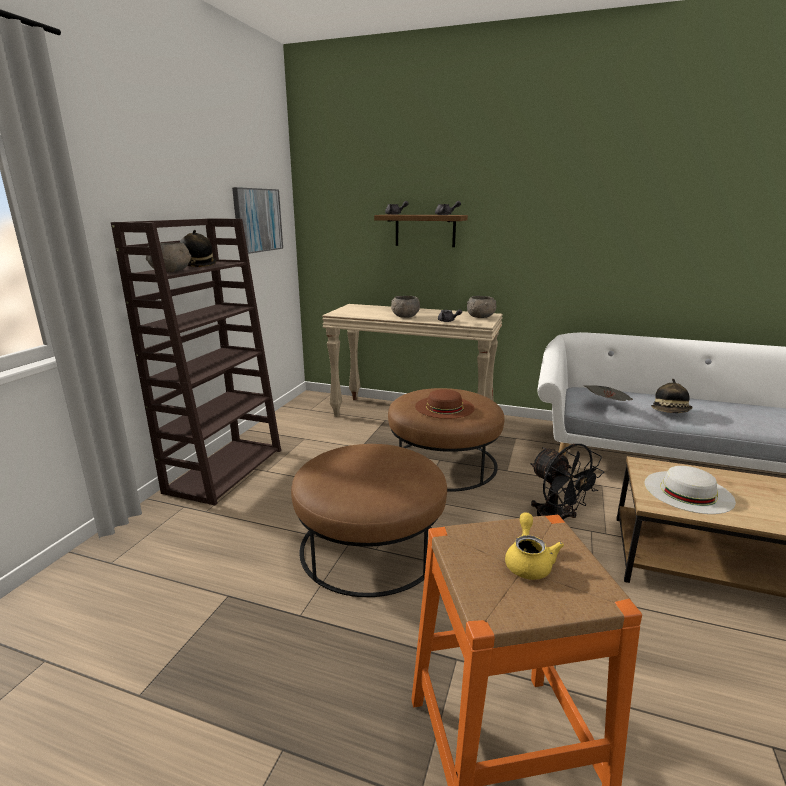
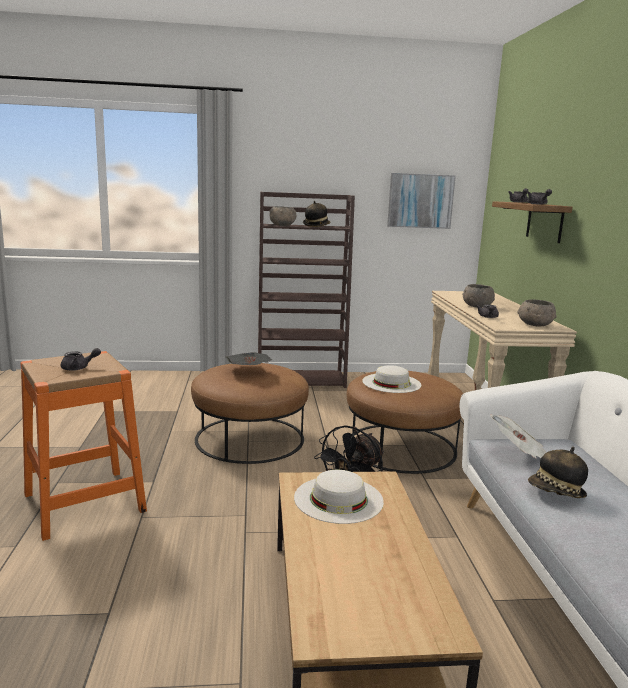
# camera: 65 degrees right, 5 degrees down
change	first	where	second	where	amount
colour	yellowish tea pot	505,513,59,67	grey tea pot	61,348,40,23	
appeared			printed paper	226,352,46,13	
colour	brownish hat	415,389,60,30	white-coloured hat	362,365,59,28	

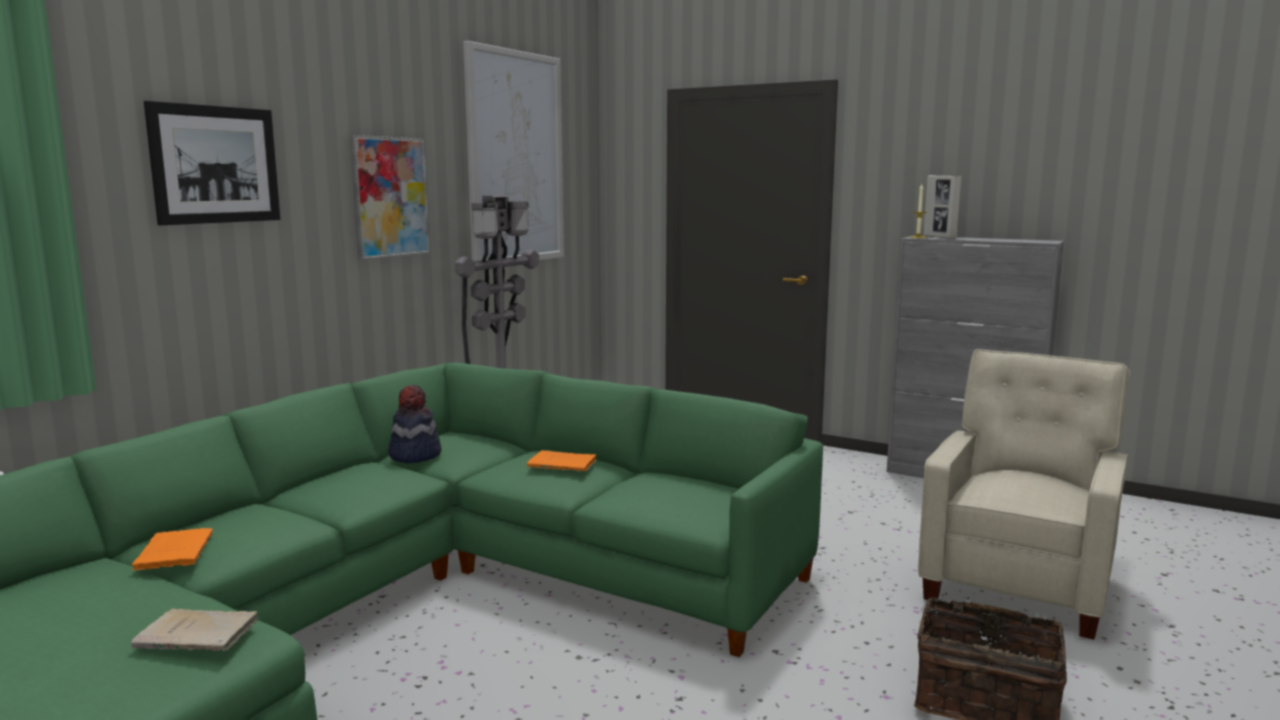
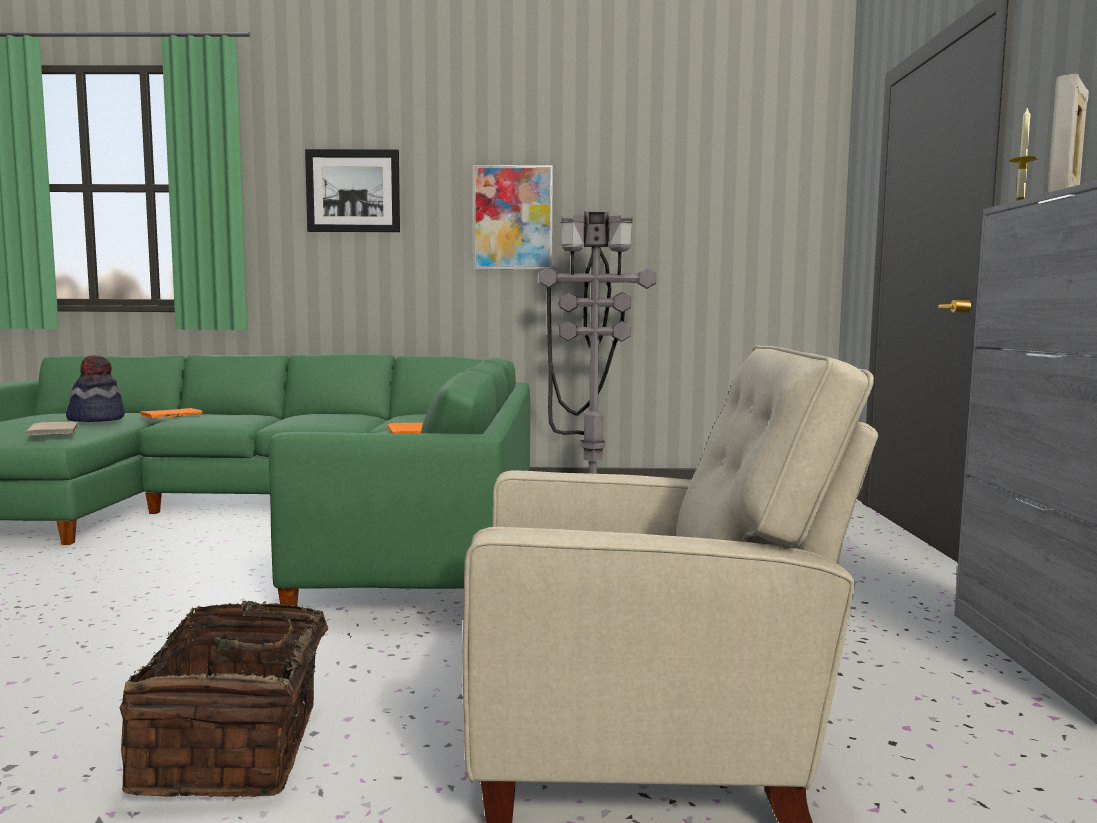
# camera: 60 degrees right, 5 degrees down
change	first	where	second	where	amount
relocated	hat	388,385,54,78		66,355,59,67	
missing	wall art	463,41,101,220			

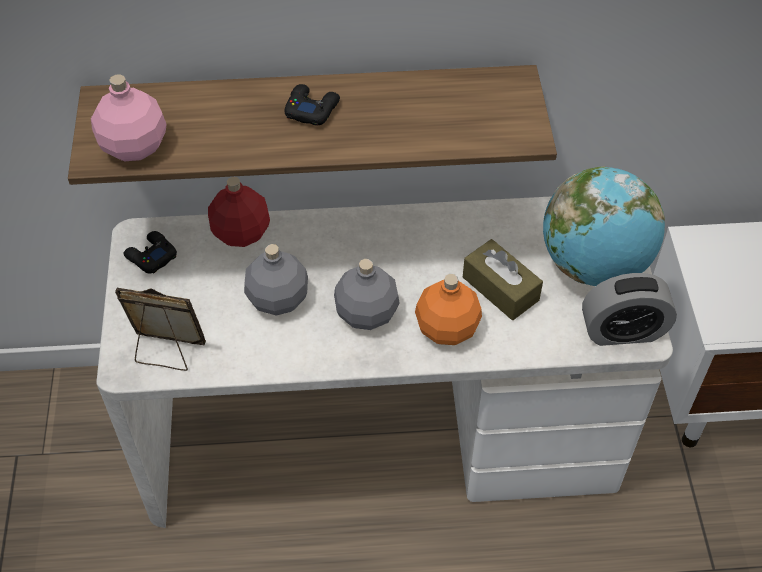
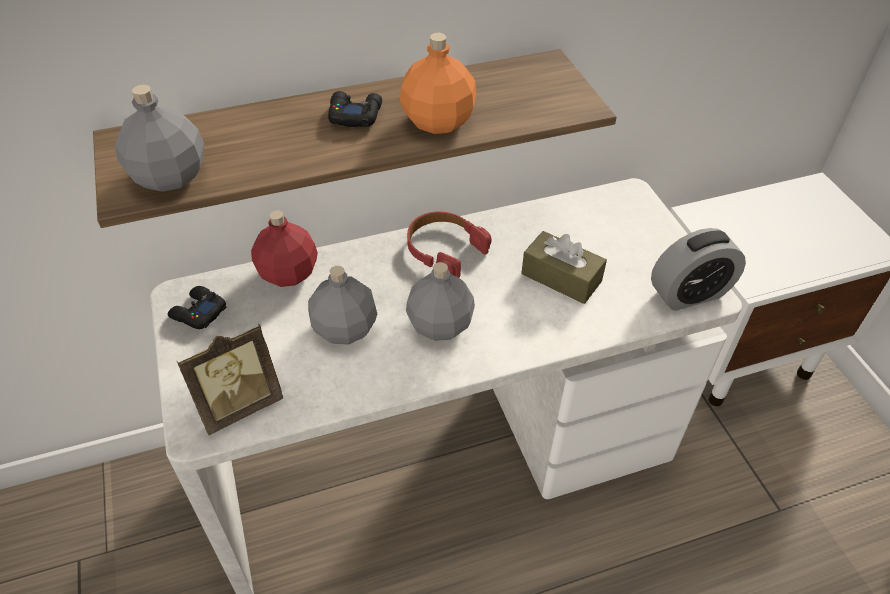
# camera: 15 degrees left, 5 degrees down
change	first	where	second	where	amount
colour	pink-coloured bottle	91,74,76,87	grey bottle	115,85,89,106	
spun	standing frame	115,288,91,83		176,323,107,112	150 degrees clockwise
relocated	orange bottle	415,274,67,71		400,33,76,101	
appeared			red-coloured pair of headphones	407,211,85,67	
missing	world globe	543,166,122,120			

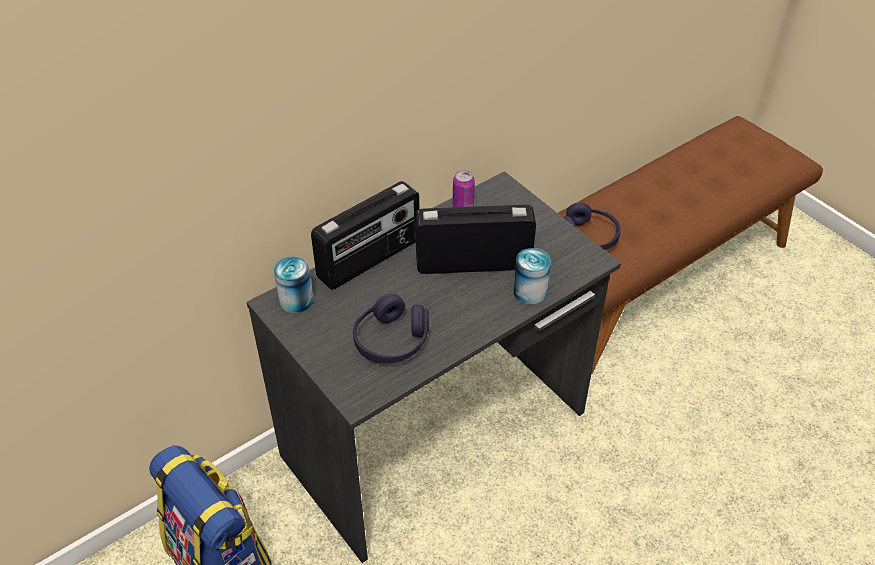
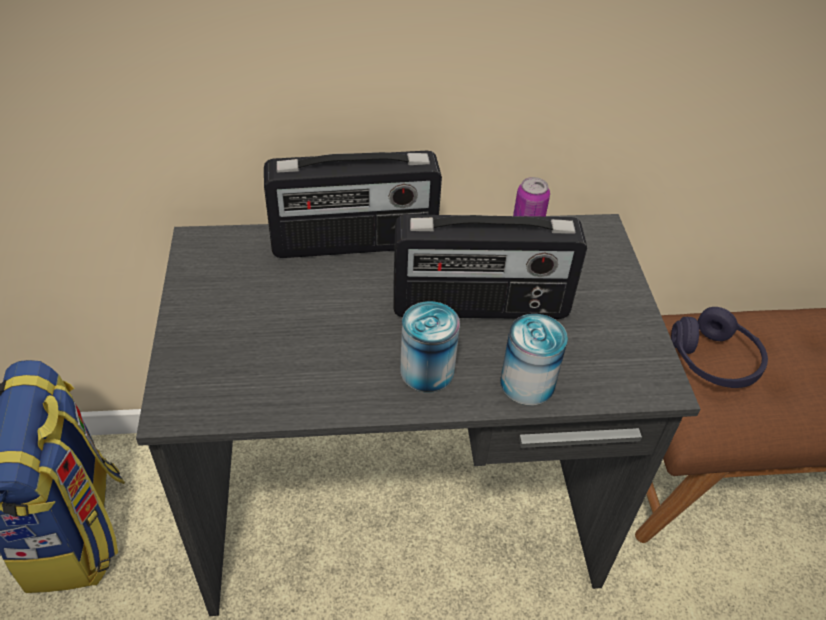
# camera: 30 degrees right, 0 degrees up
change	first	where	second	where	amount
spun	radio receiver	415,205,121,69		393,214,194,105	150 degrees clockwise
relocated	metal can	274,256,39,57		400,301,60,92	
missing	purple pair of headphones	353,294,76,70			

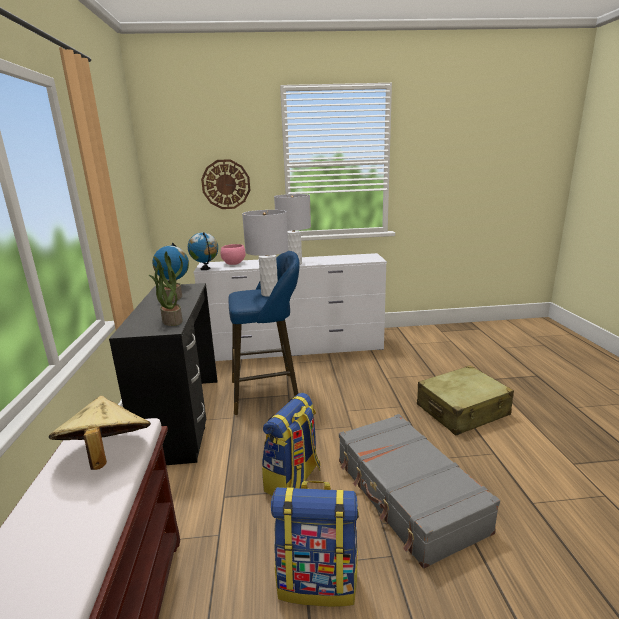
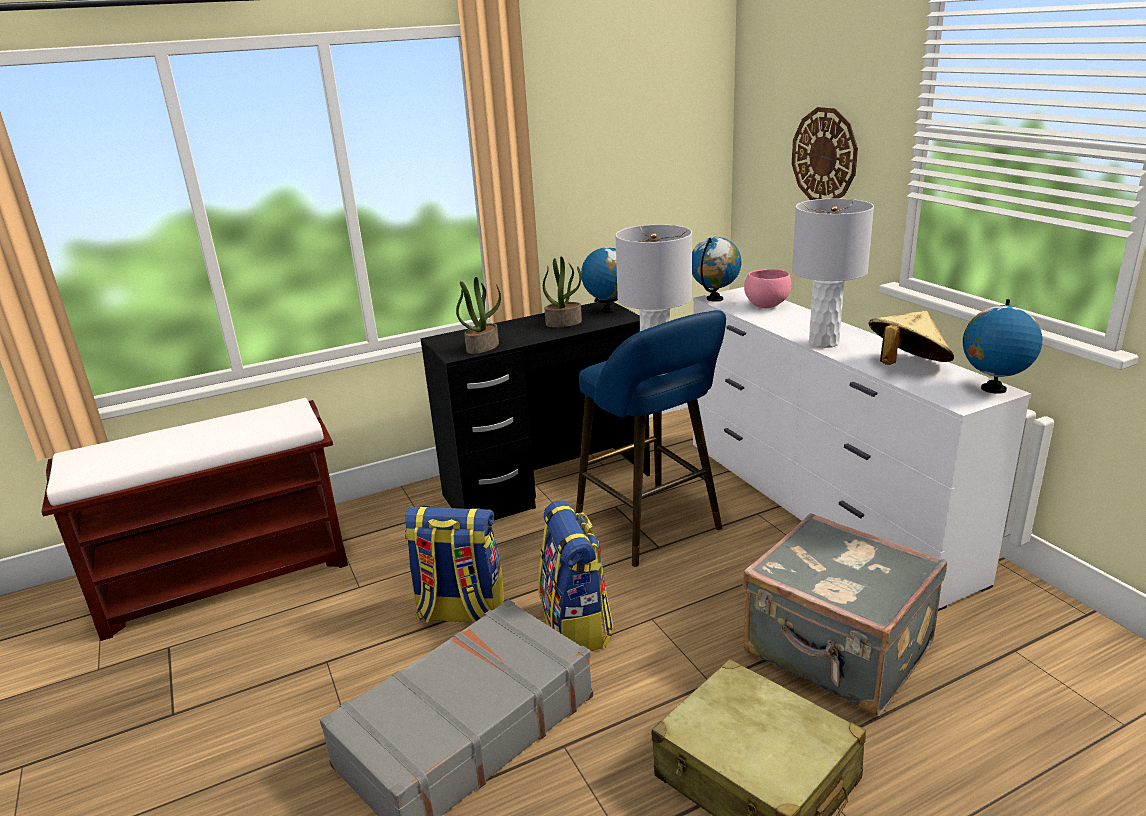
# camera: 70 degrees right, 5 degrees up
change	first	where	second	where	amount
relocated	knapsack	271,481,88,126		538,500,75,151	
appeared			grey suitcase	742,513,205,203	
relocated	sand-coloured hat	49,396,102,74		868,311,86,54	
appeared			world globe	963,299,79,95	

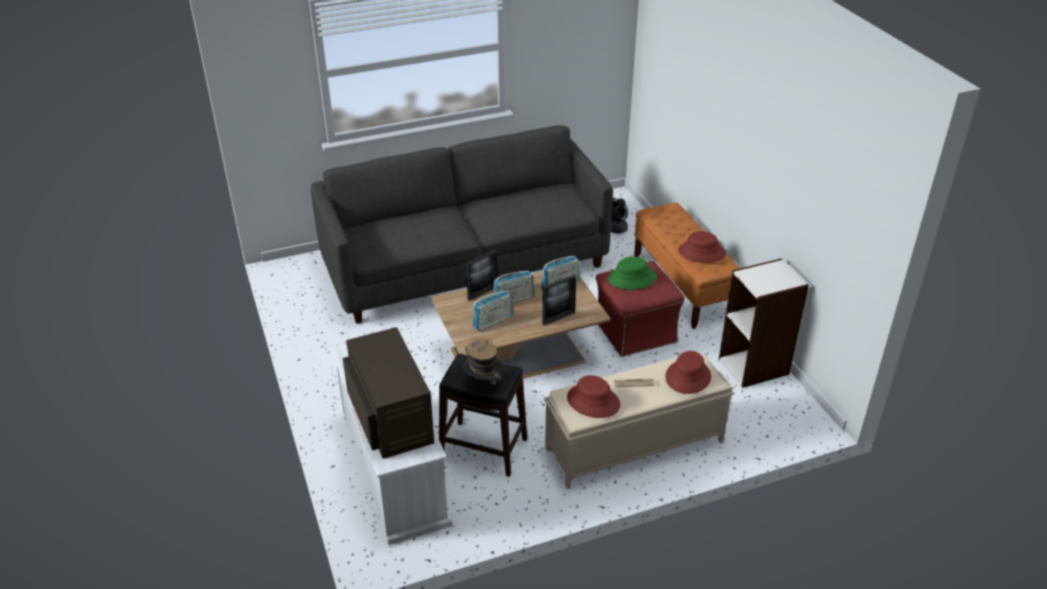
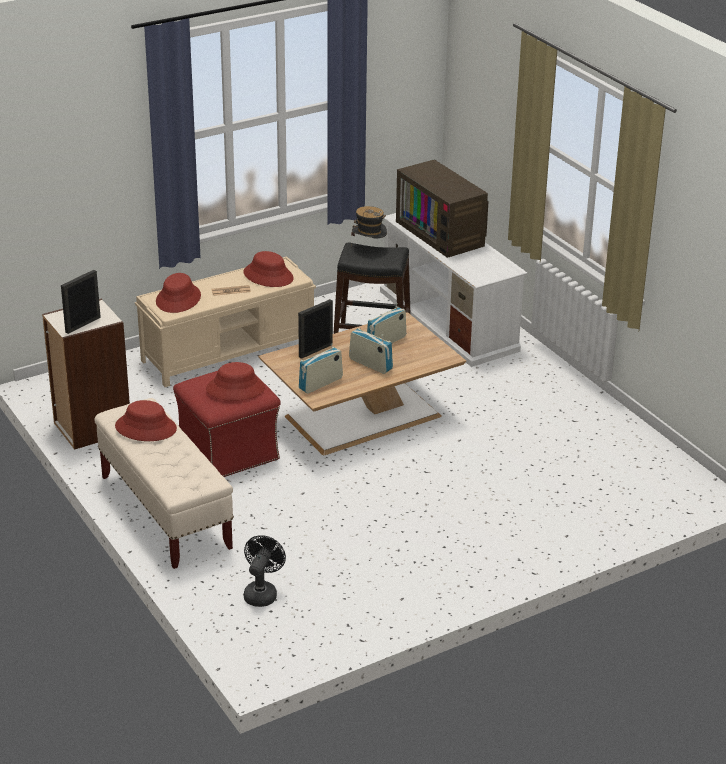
# camera: 170 degrees right, 5 degrees down
change	first	where	second	where	amount
relocated	standing frame	466,250,32,51		61,270,40,64	
colour	orange bench	634,203,106,126	sand-coloured bench	94,398,140,171	
colour	green-coloured hat	608,256,49,34	red-coloured hat	206,362,59,39	
spun	radio receiver	493,271,41,33		349,328,44,46	75 degrees clockwise
missing	grey sofa	311,125,302,199			

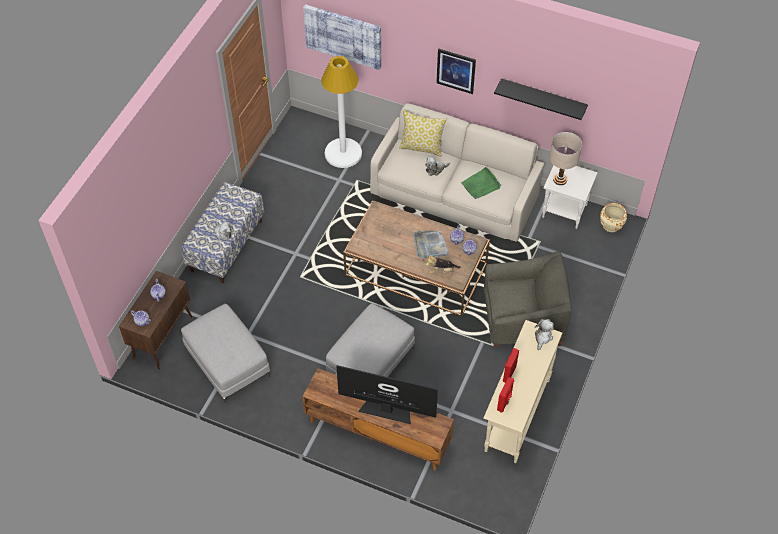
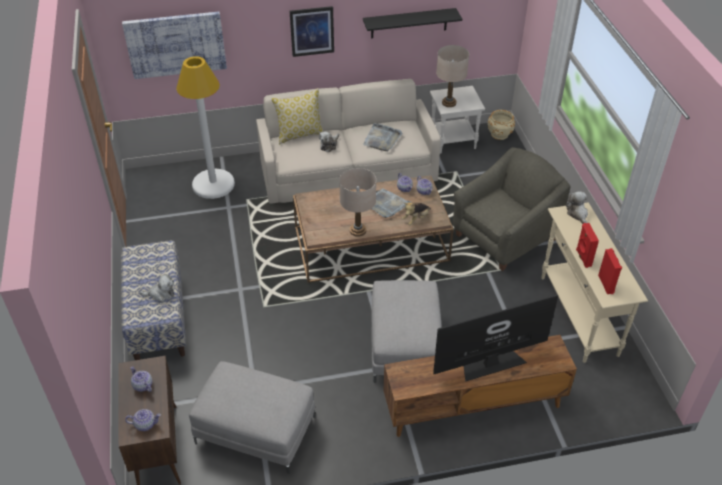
# camera: 35 degrees left, 10 degrees down
change	first	where	second	where	amount
appeared			sand-coloured table lamp	339,168,37,69	
colour	green-coloured carrying tray	461,167,40,32	grey carrying tray	363,123,39,28	

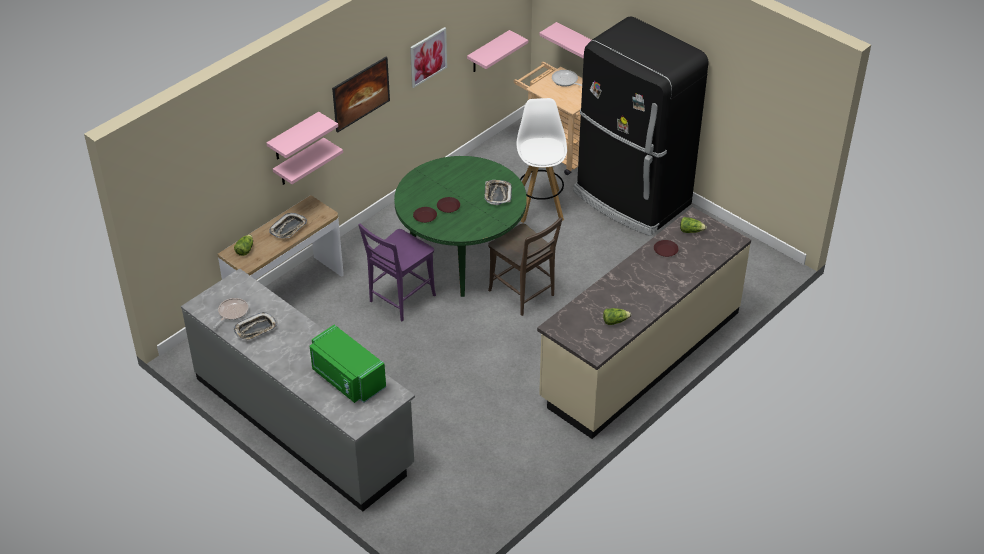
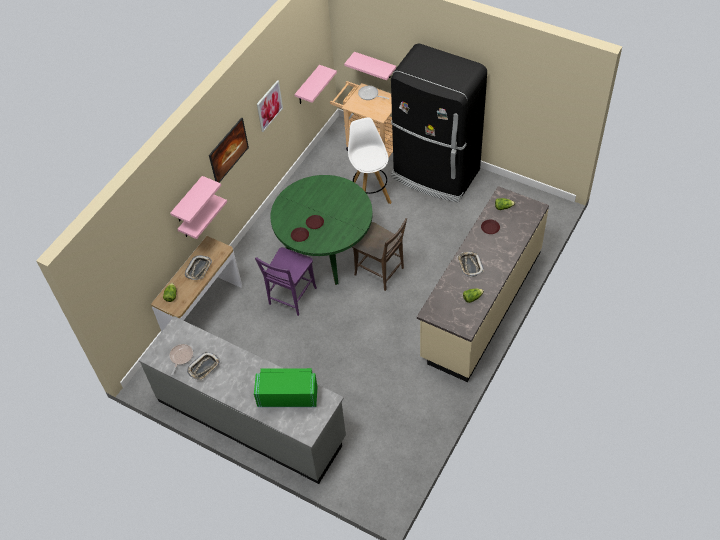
# camera: 10 degrees left, 10 degrees up
change	first	where	second	where	amount
spun	green-coloured microwave	310,325,76,78		254,368,64,39	150 degrees clockwise
relocated	carrying tray	484,180,28,25		457,252,27,25	

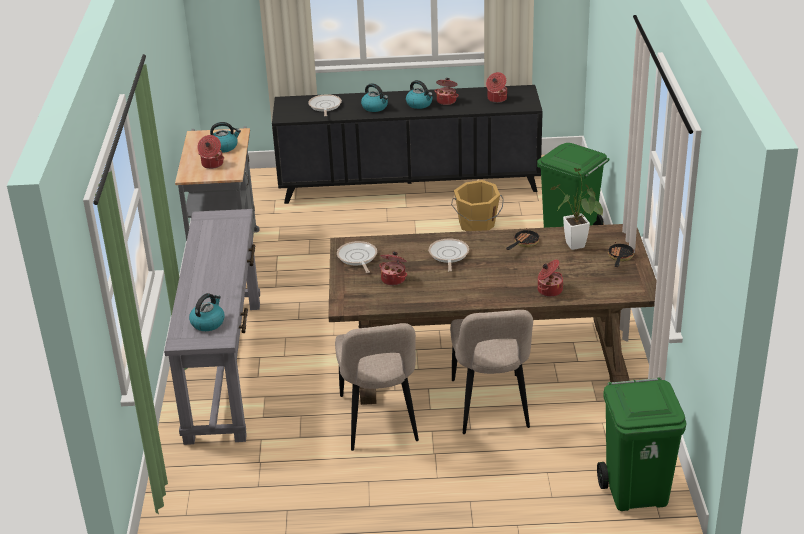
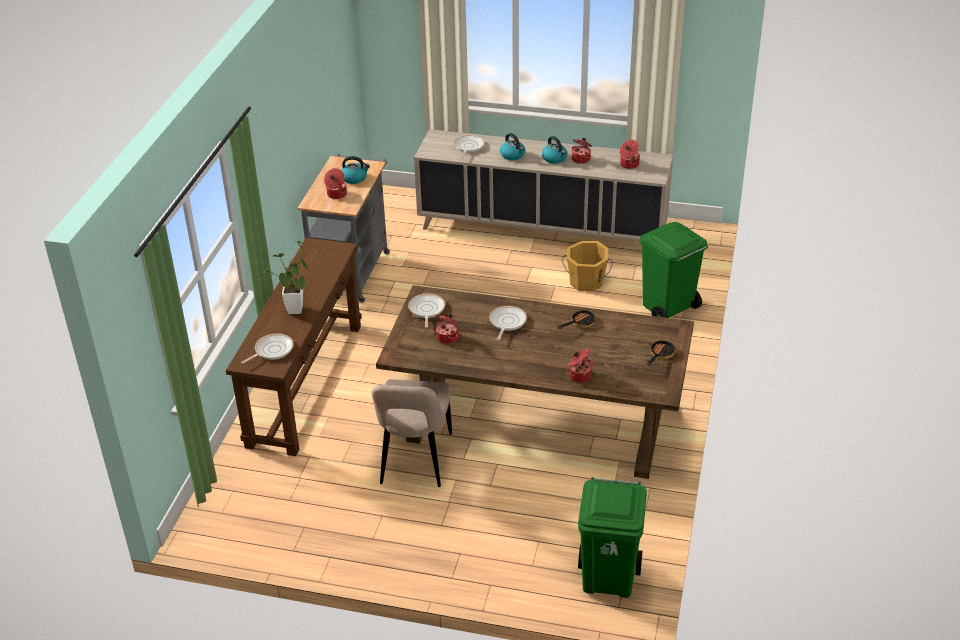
# camera: 15 degrees right, 5 degrees up
change	first	where	second	where	amount
colour	grey hall table	164,209,96,236	brownish hall table	226,238,136,218	
exchanged	tea kettle	189,293,36,38	pan	241,333,53,31	
relocated	plant in a pot	551,168,52,82		256,241,53,73	
colour	black cupboard	272,85,271,119	sand-coloured cupboard	414,129,259,112	
missing	sand-coloured upright chair	450,310,83,124			

